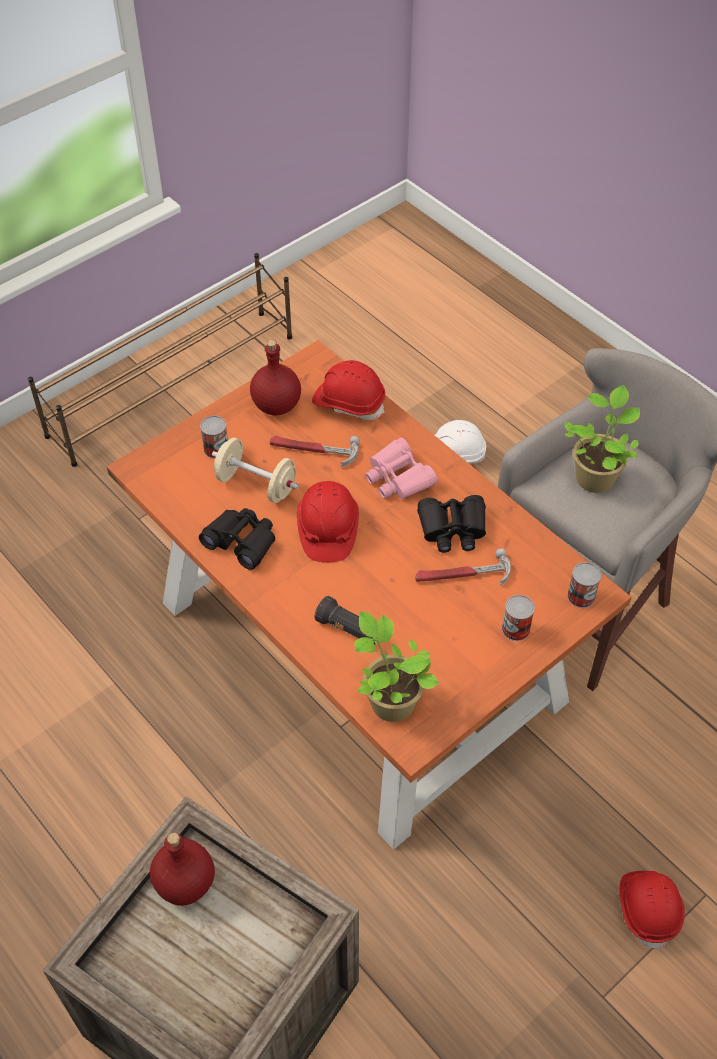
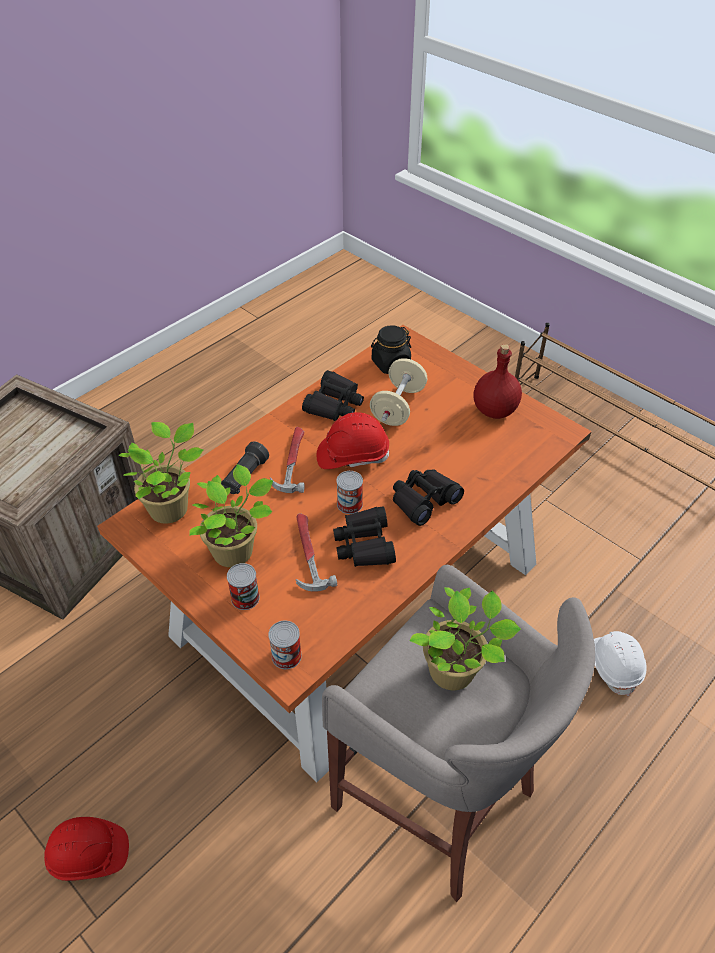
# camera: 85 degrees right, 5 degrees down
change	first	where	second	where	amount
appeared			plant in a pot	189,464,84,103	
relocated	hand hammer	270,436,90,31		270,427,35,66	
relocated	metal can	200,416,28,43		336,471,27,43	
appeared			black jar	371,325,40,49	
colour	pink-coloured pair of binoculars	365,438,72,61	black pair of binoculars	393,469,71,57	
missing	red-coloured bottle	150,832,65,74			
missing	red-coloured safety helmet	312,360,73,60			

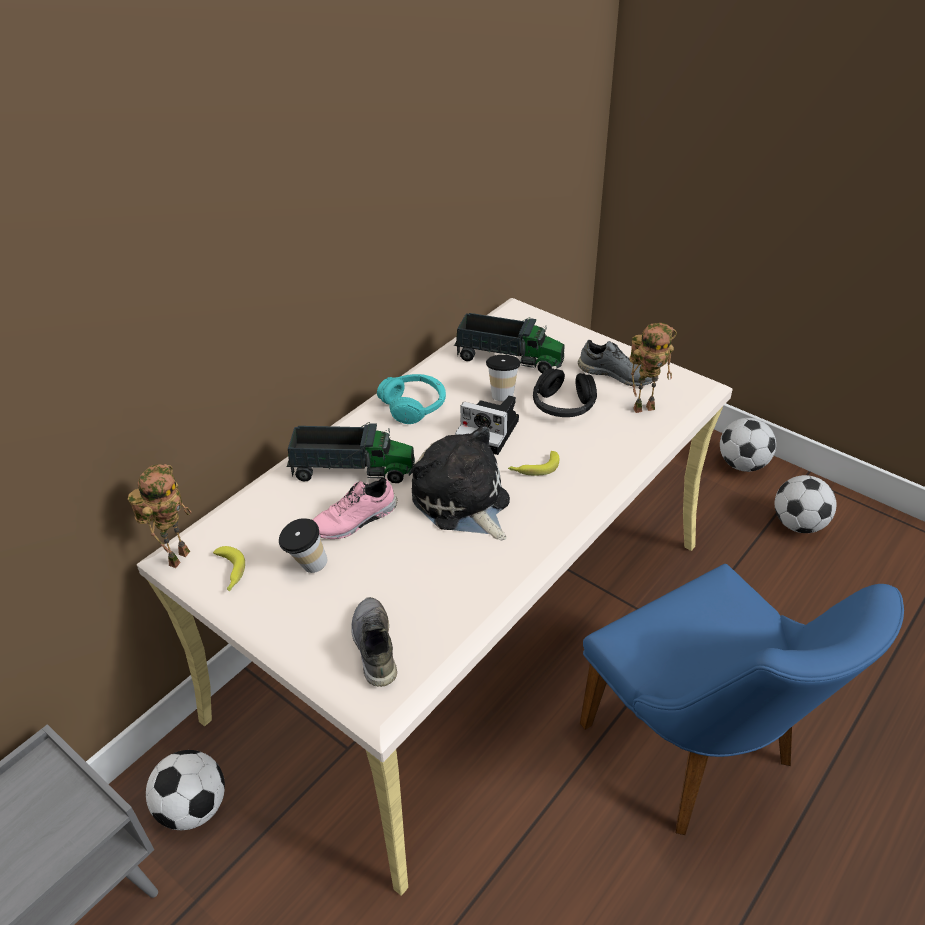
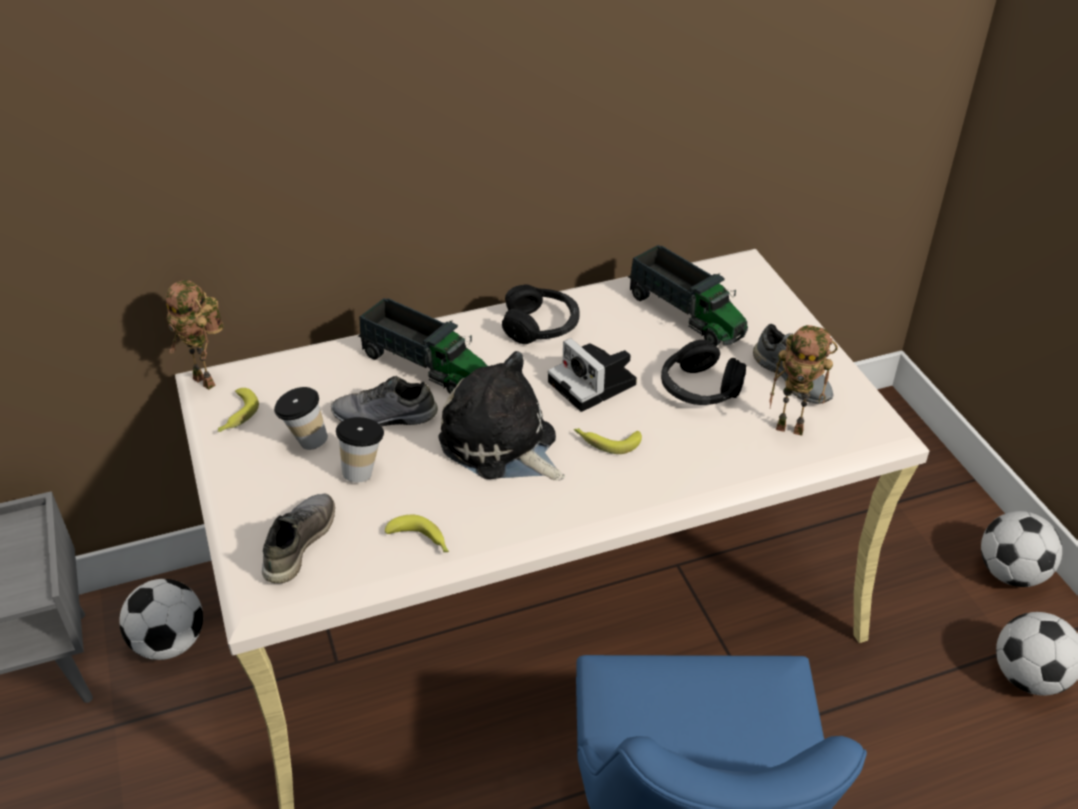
# camera: 30 degrees right, 0 degrees up
change	first	where	second	where	amount
spun	model robot	128,464,63,104		165,280,58,110	75 degrees clockwise
colour	pink-coloured low shoe	313,477,84,62	grey low shoe	331,376,107,51	
relocated	small cup	486,355,35,46		336,417,48,65	
appeared			banana fruit	385,515,64,37	
spun	cuddly toy	412,425,98,115		439,351,126,129	45 degrees counterclockwise
colour	turquoise-coloured pair of headphones	377,374,69,50	black pair of headphones	502,284,78,60	

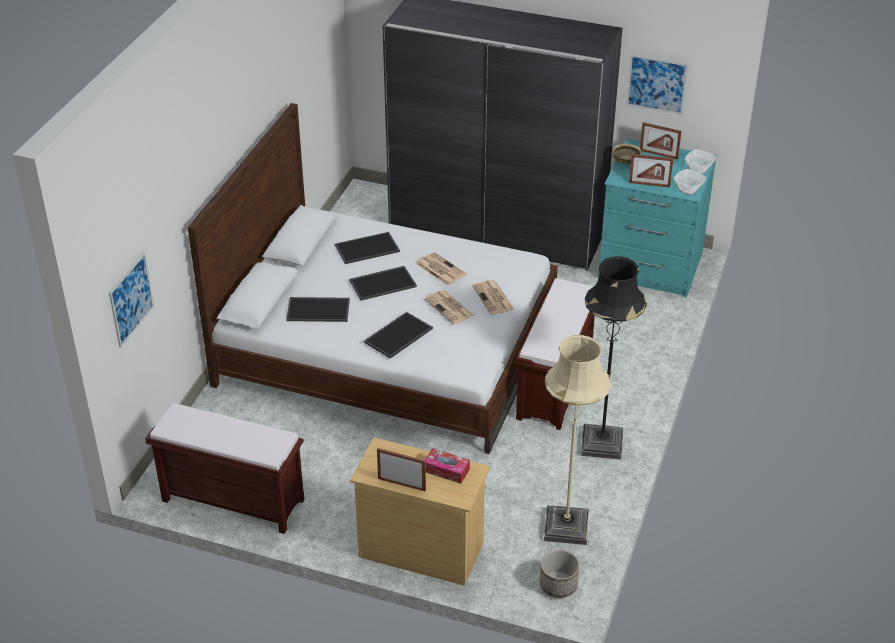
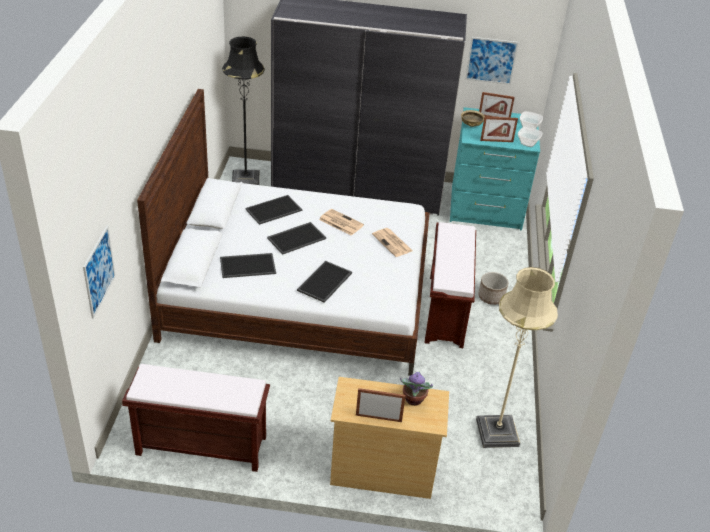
# camera: 15 degrees left, 0 degrees up
change	first	where	second	where	amount
relocated	black standing lamp	581,256,66,204		222,36,43,149	
exchanged	tissue box	425,448,45,36	plant in a pot	400,371,33,35	
relocated	plant pot	540,550,40,48		478,272,30,33	
missing	printed paper	424,290,50,35			

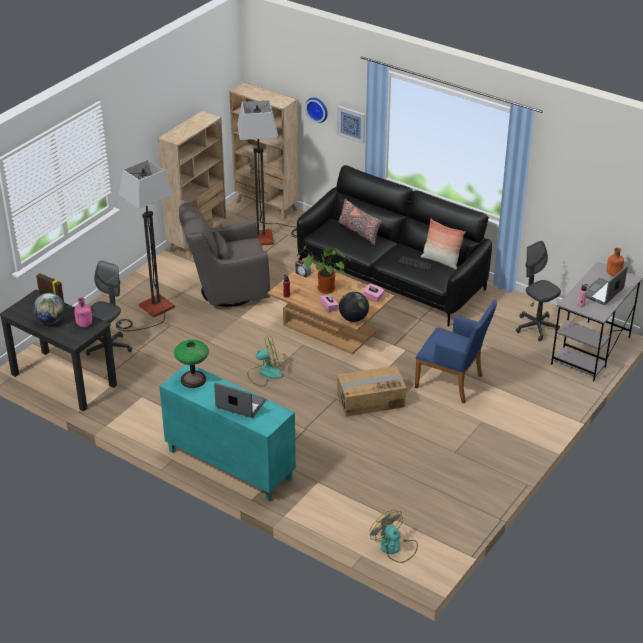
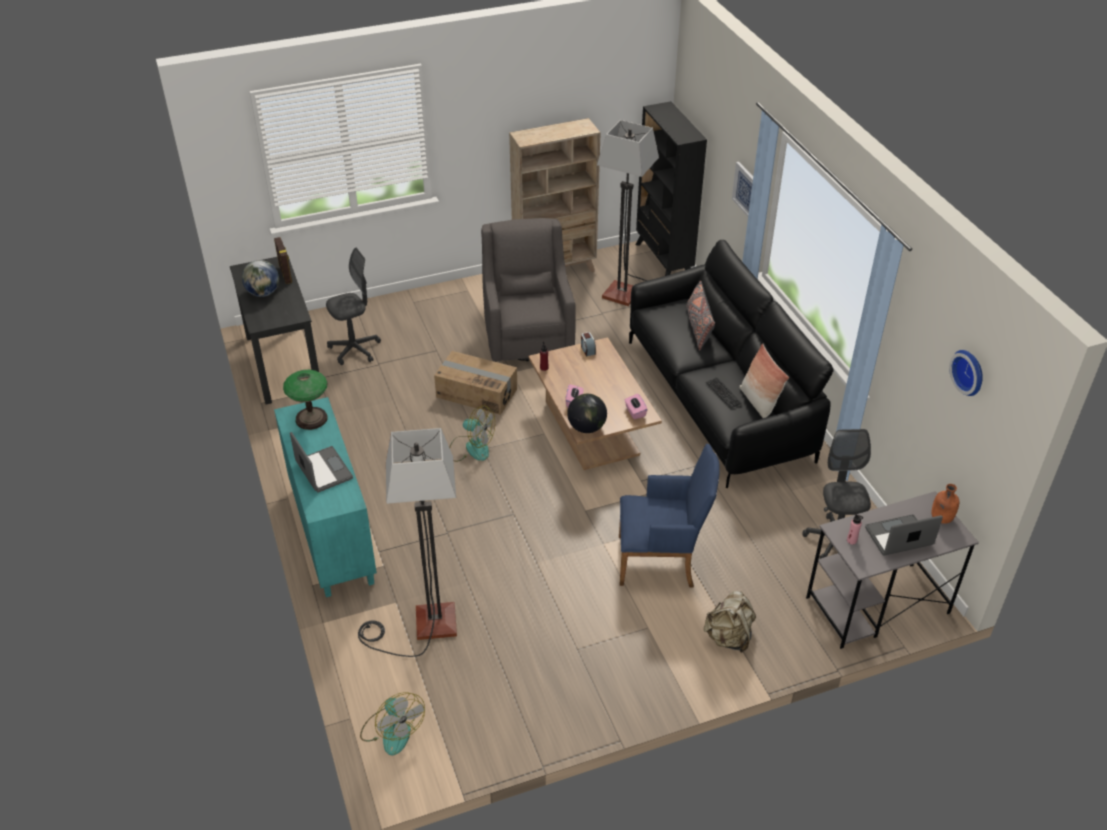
# camera: 35 degrees right, 5 degrees up
change	first	where	second	where	amount
relocated	standing lamp	116,160,59,171		358,428,99,229	
spun	electric fan	370,510,48,53		360,692,65,63	150 degrees clockwise
relocated	carton	337,366,69,51		434,351,83,64	
spun	grey lounge chair	179,202,91,105		481,218,95,144	60 degrees clockwise
spun	blue lounge chair	415,299,82,105		619,444,101,143	60 degrees counterclockwise
colour	sand-coloured bookcase	229,82,70,139	black bookcase	636,101,71,175	
appeared			sand-coloured knapsack	704,591,52,62	
relocated	hanging clock	305,98,23,25		949,350,34,46	
missing	pink-coloured bottle	74,297,18,30			
missing	plant in a pot	297,245,53,49			

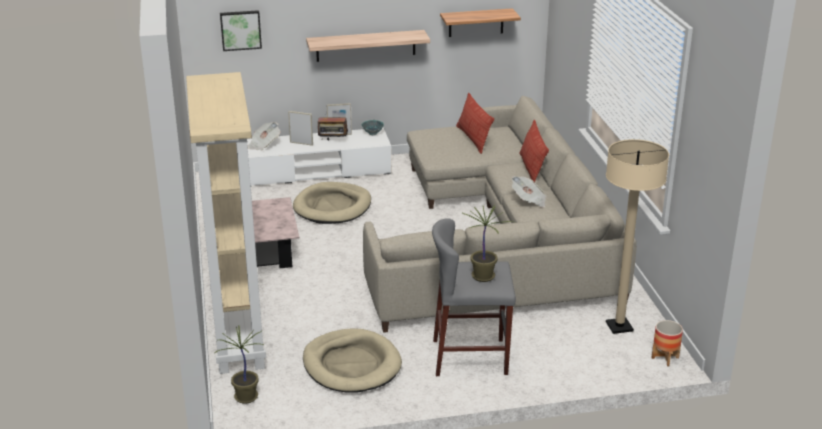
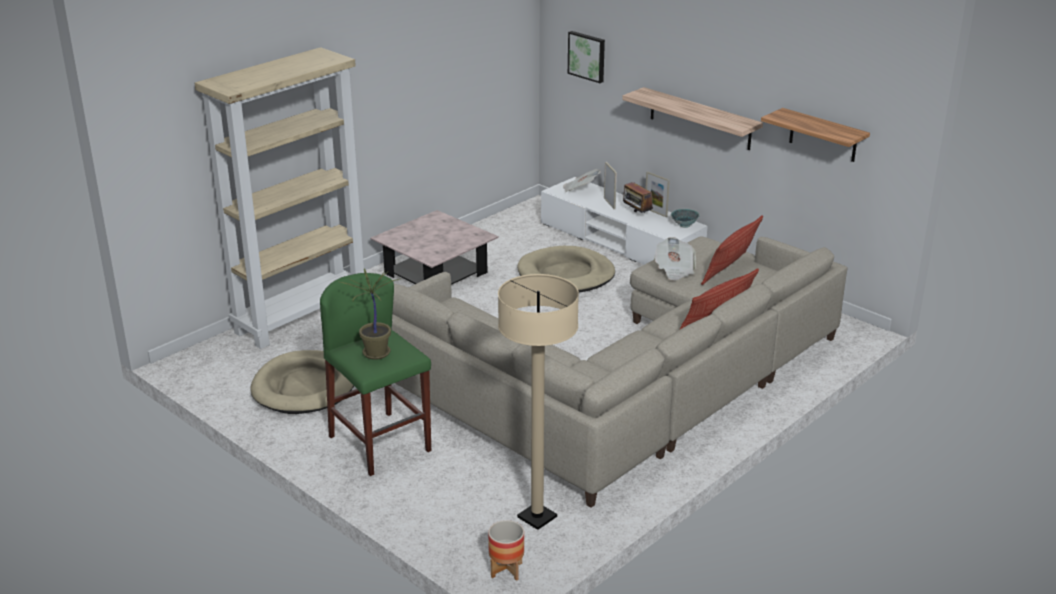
# camera: 55 degrees right, 0 degrees up
change	first	where	second	where	amount
colour	grey stool seat	432,218,84,158	green-coloured stool seat	320,273,111,203	
relocated	printed paper	512,176,35,32		654,237,42,44	
missing	plant in a pot	215,326,49,78			

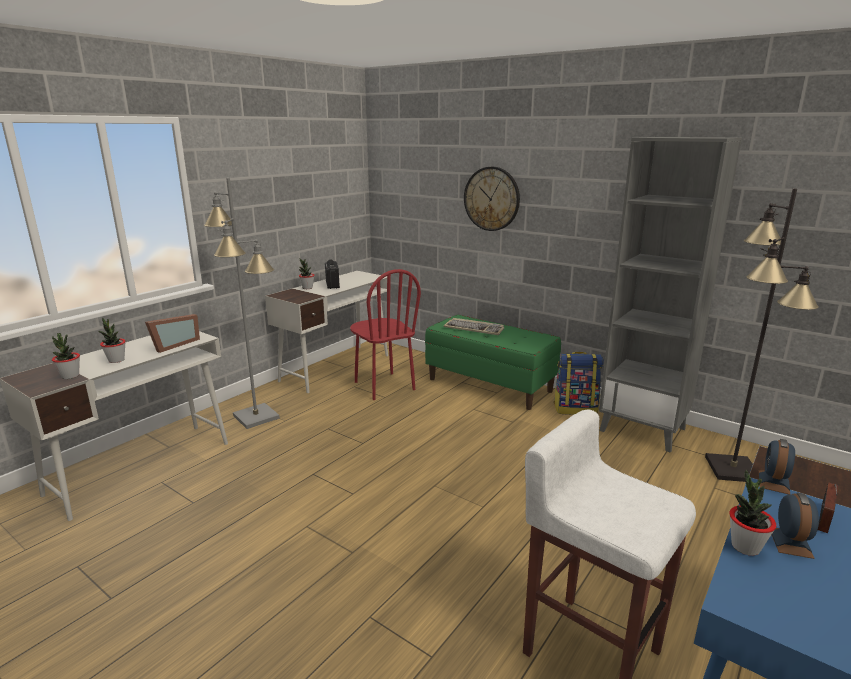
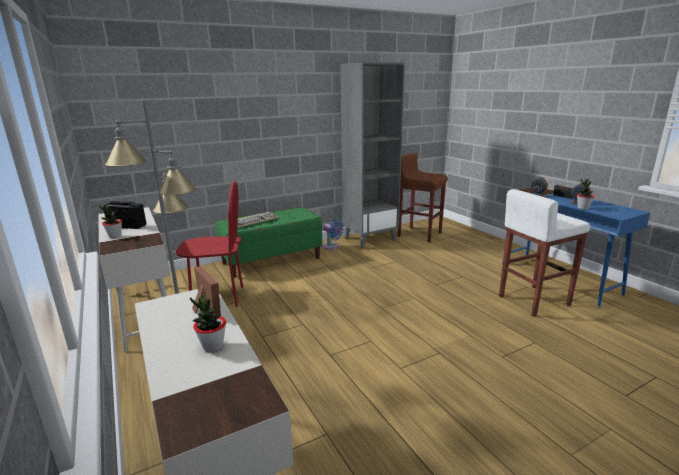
# camera: 65 degrees left, 0 degrees up
change	first	where	second	where	amount
exchanged	knapsack	554,352,50,63	blue electric fan	322,218,21,32	
exchanged	black standing lamp	705,188,114,294	brownish stool seat	398,153,50,89	
missing	plant in a pot	52,333,28,46			
missing	hanging clock	464,167,56,64			

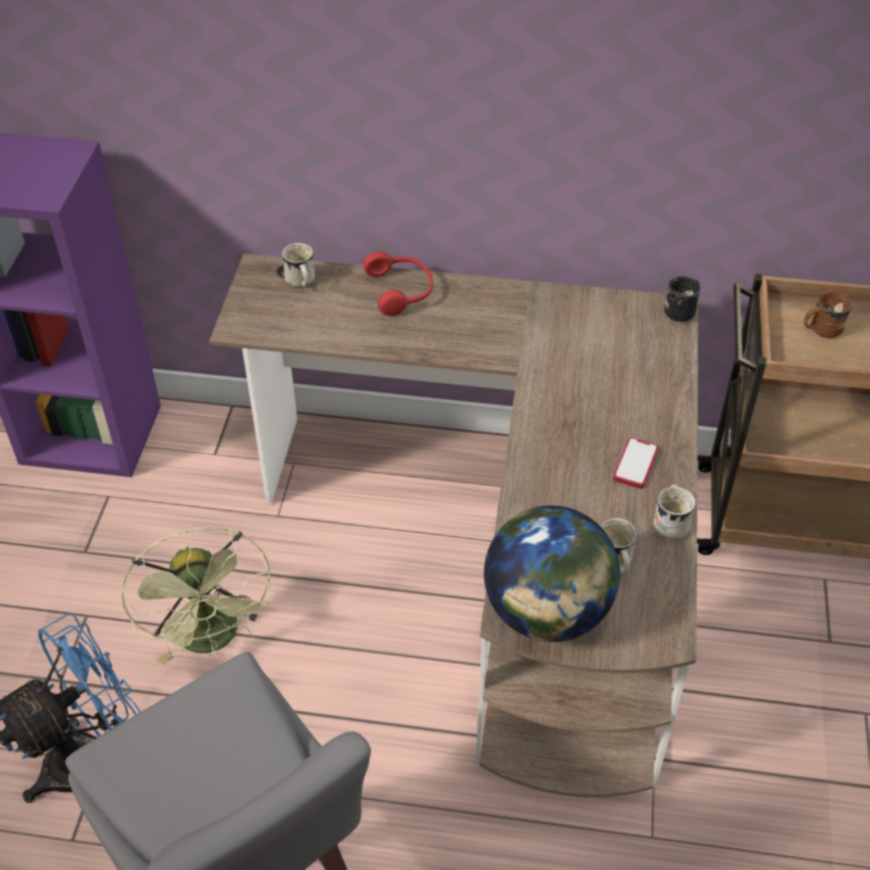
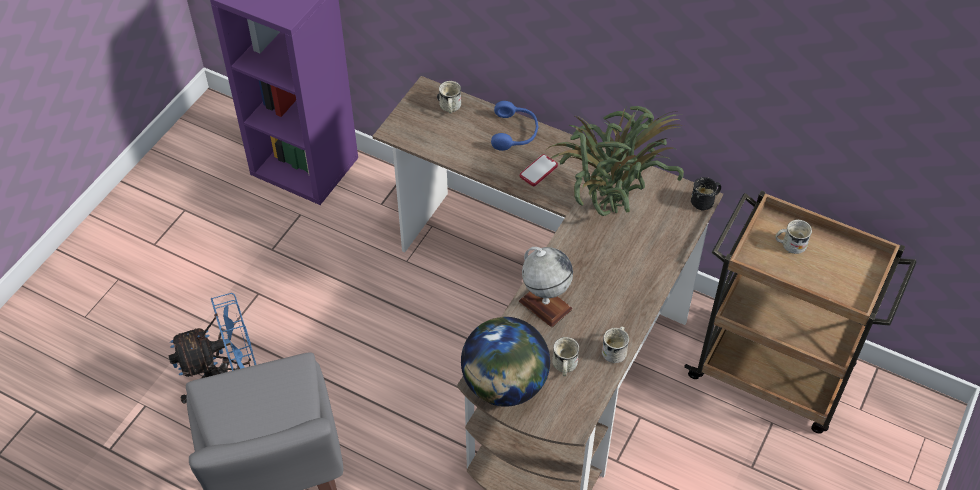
# camera: 20 degrees right, 5 degrees up
change	first	where	second	where	amount
colour	red-coloured pair of headphones	363,251,70,65	blue pair of headphones	491,101,47,50	
appeared			world globe	519,247,54,80	
relocated	telephone	613,438,46,51		520,154,38,32	
appeared			plant in a pot	546,105,138,111	
colour	brownish coffee mug	804,291,48,48	white-coloured coffee mug	775,220,37,34	
missing	green-coloured electric fan	121,527,152,137			

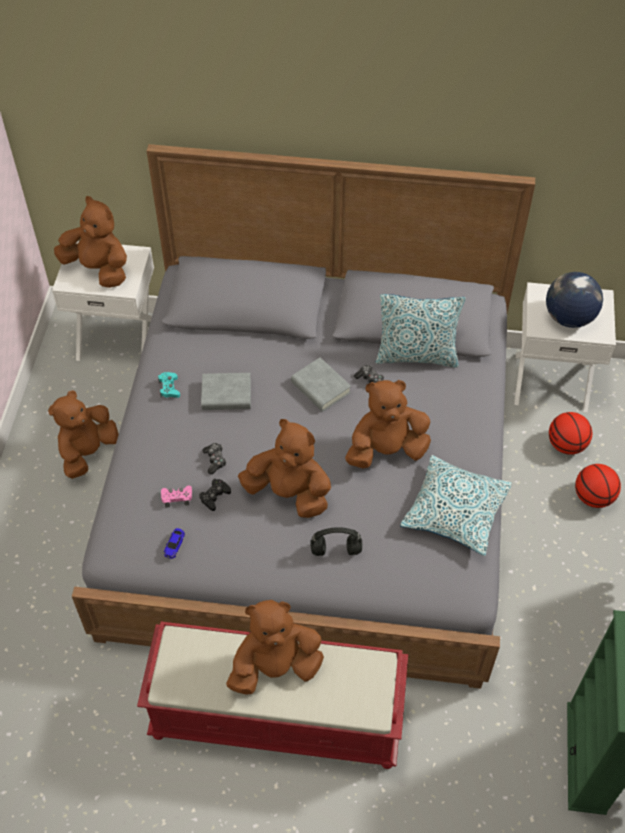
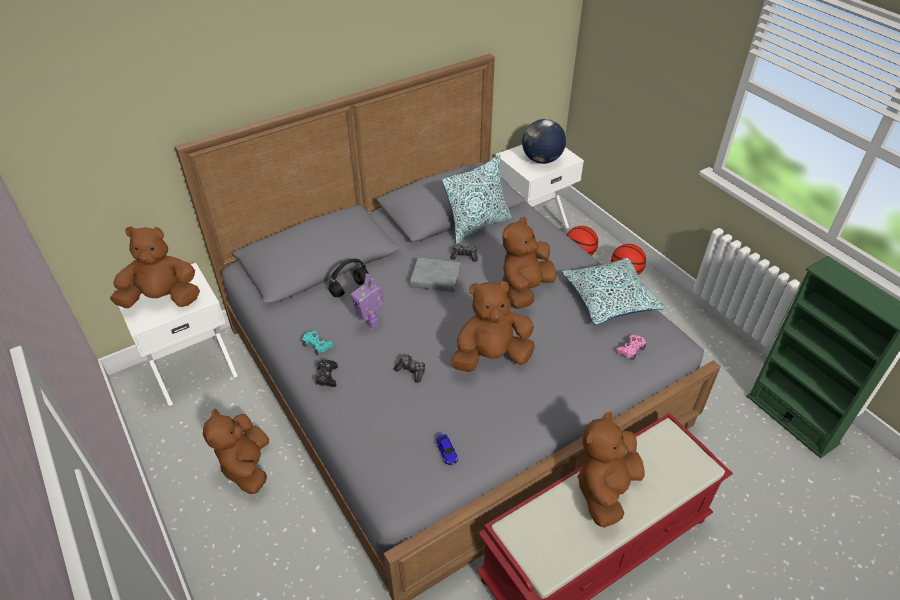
# camera: 40 degrees left, 10 degrees down
change	first	where	second	where	amount
relocated	black gamepad	199,479,32,32		315,360,23,27	
relocated	black pair of headphones	310,527,52,29		329,259,40,38	
exchanged	grey volume	201,373,50,37	model robot	351,274,33,57	
relocated	pink-coloured gamepad	161,486,31,22		616,335,30,25	

